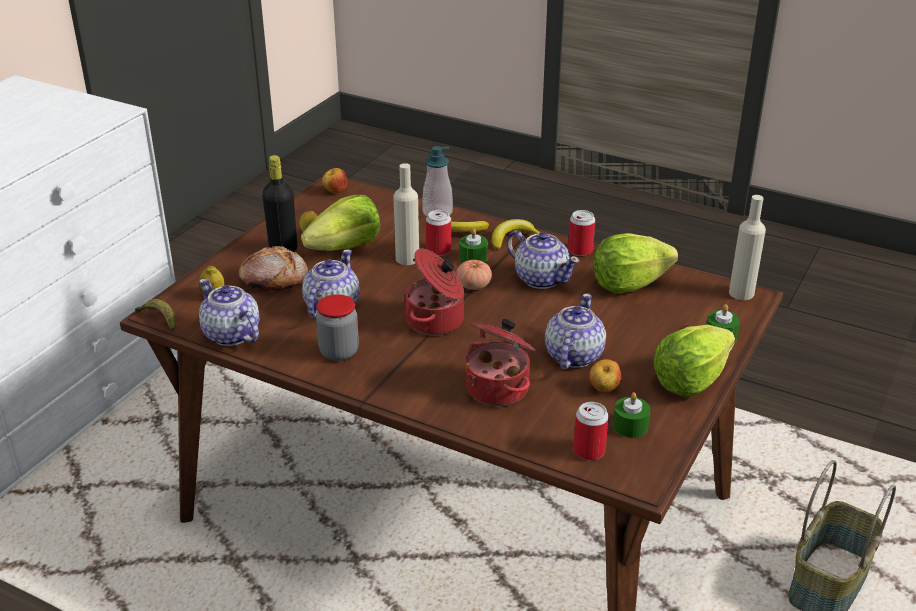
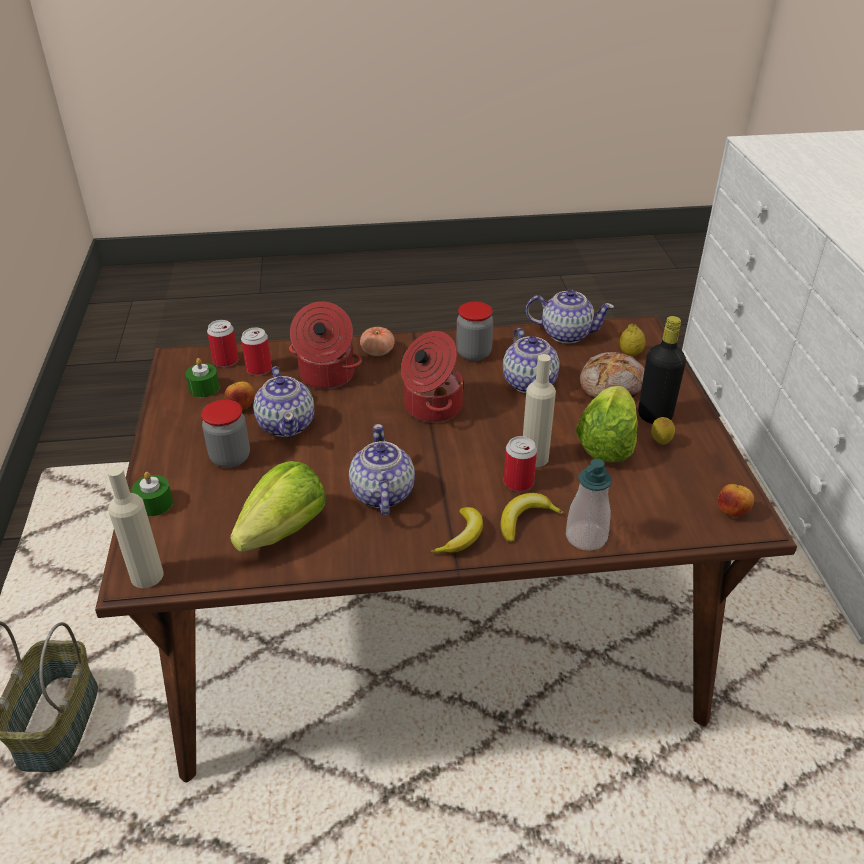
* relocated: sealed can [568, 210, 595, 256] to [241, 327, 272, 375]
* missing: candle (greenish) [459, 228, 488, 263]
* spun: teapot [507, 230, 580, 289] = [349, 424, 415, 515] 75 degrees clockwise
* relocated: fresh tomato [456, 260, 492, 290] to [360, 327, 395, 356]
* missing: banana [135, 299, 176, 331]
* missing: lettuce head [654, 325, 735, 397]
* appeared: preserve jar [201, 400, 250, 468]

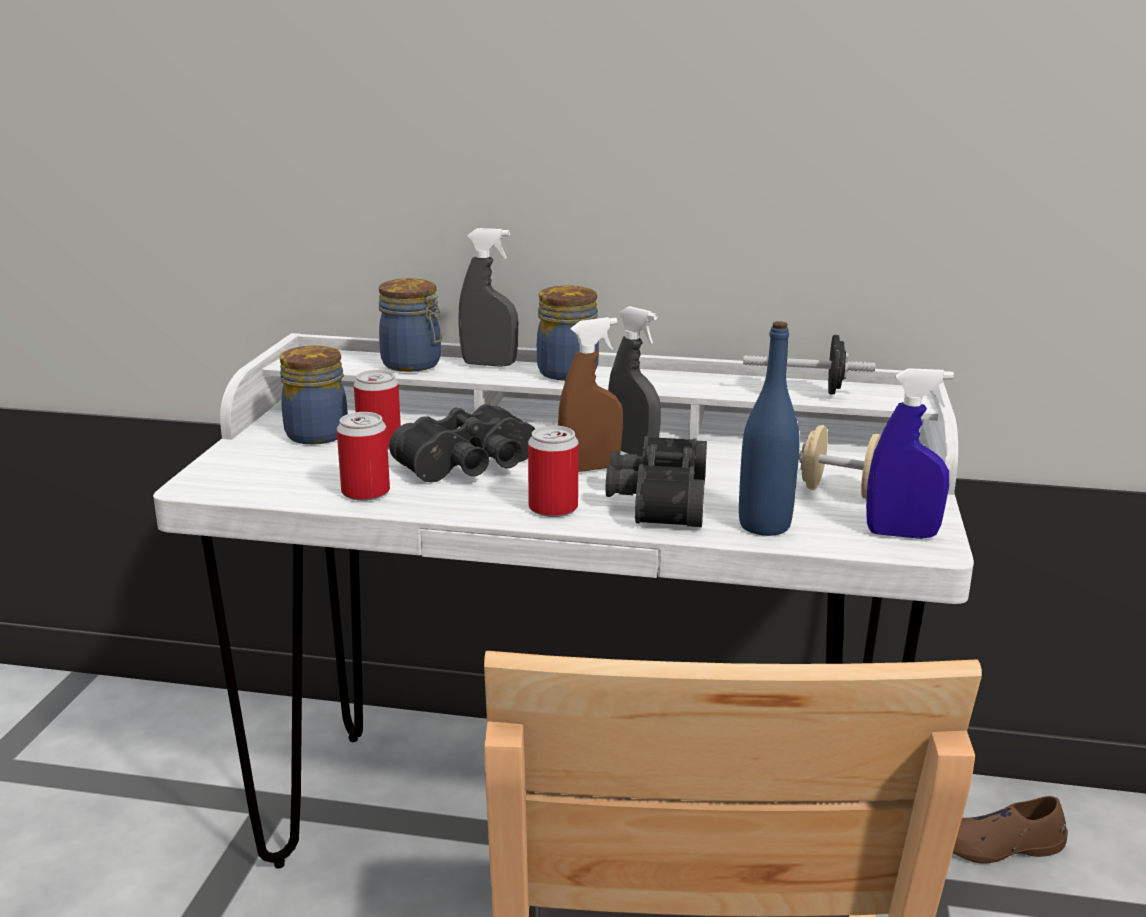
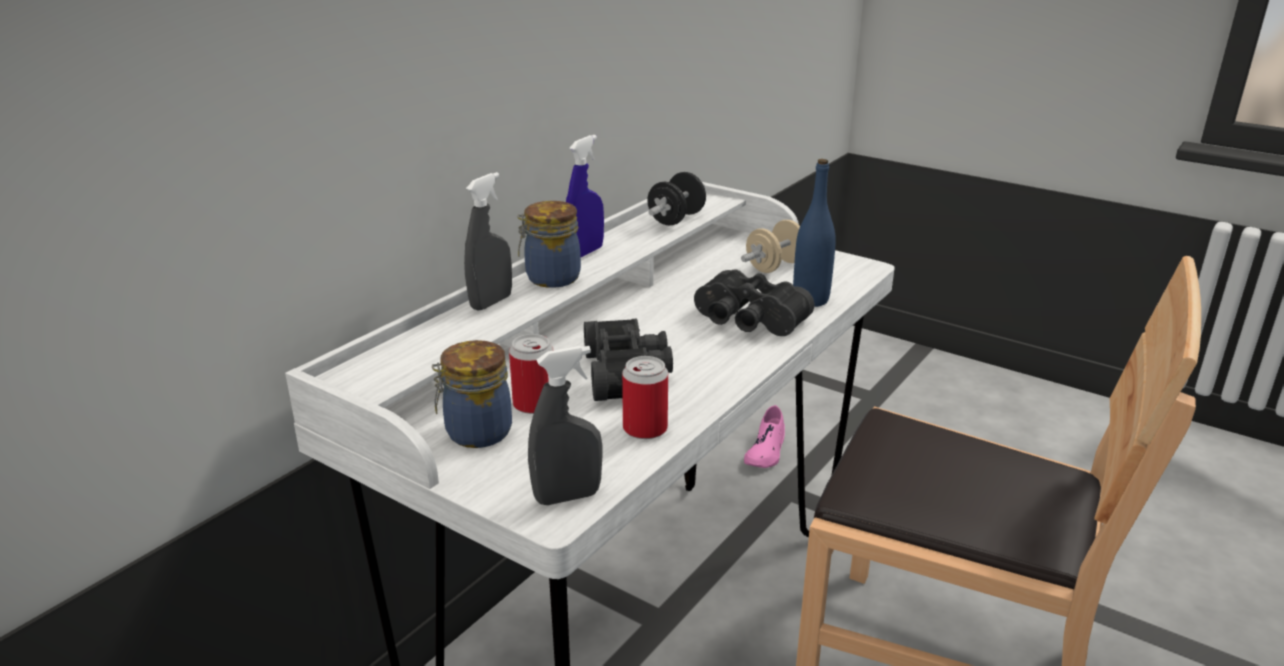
* missing: preserve jar [379, 278, 442, 372]
* relocated: spray bottle (greyish) [608, 306, 661, 456] to [528, 346, 602, 505]
* missing: spray bottle (brown-coloured) [558, 317, 623, 472]
* relocated: spray bottle (blue-coloured) [866, 368, 954, 539] to [566, 135, 604, 257]
* missing: sealed can [528, 425, 579, 517]
* colour: item of footwear (brown-coloured) [953, 796, 1068, 864] to item of footwear (pink-coloured) [744, 405, 785, 468]

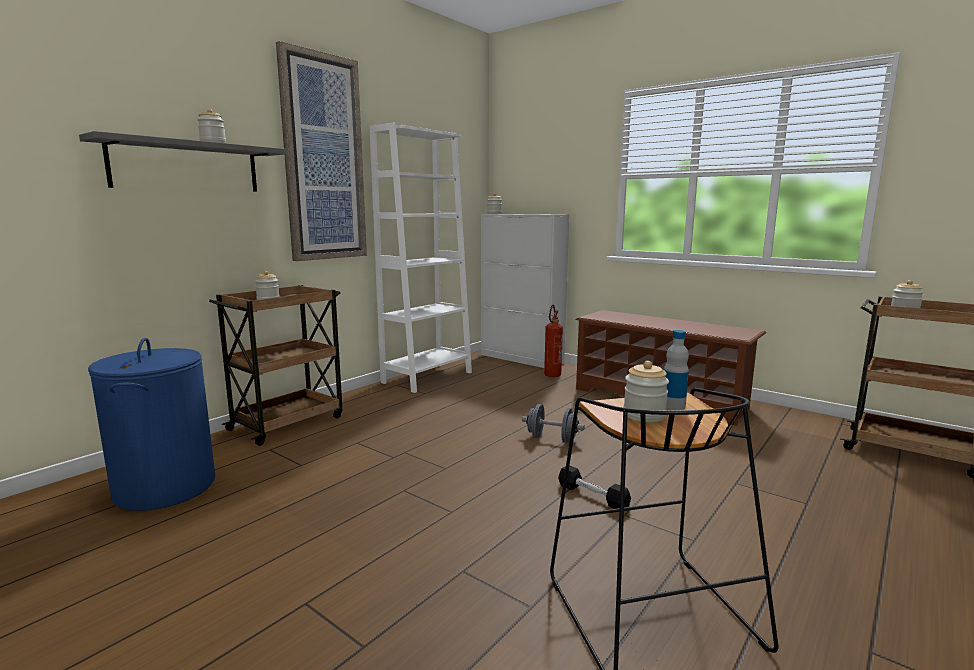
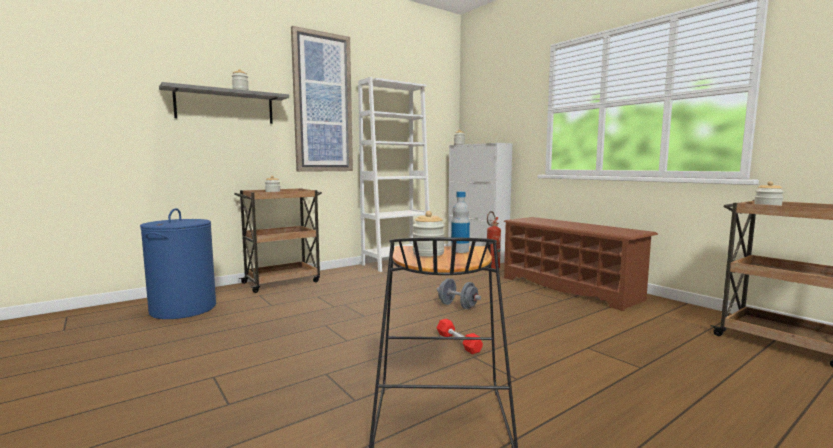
* colour: dumbbell (blackish) [558, 466, 631, 509] to dumbbell (red) [437, 319, 483, 354]

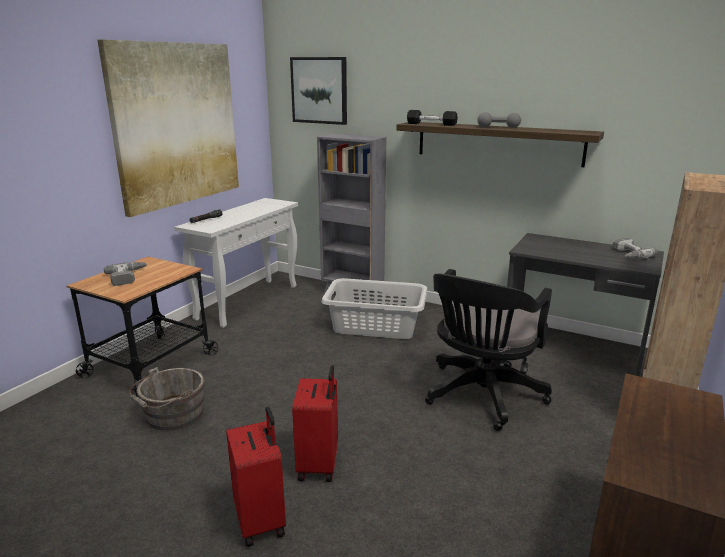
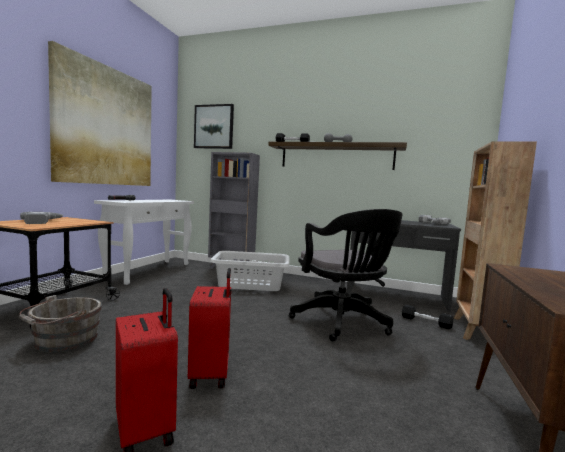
* spun: computer chair (blackish) [425, 269, 552, 431] = [289, 209, 402, 342] 45 degrees counterclockwise
* appeared: dumbbell (blackish) [402, 305, 454, 329]

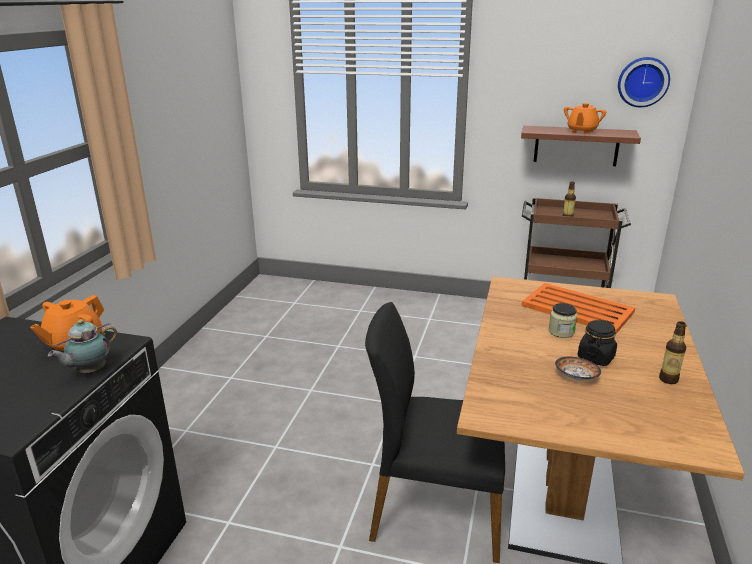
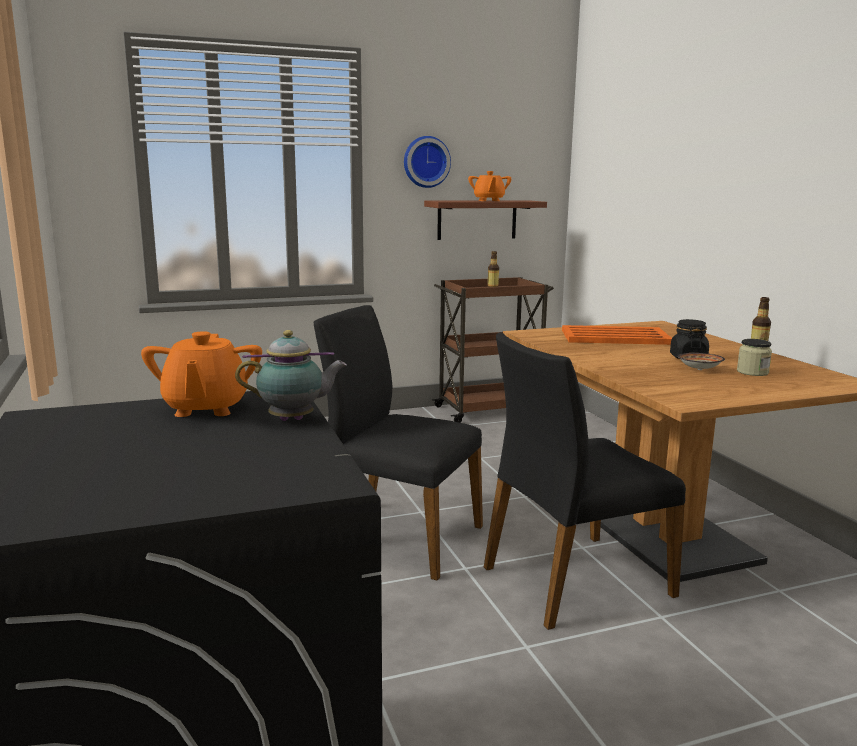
* relocated: clock on the wall [618, 57, 670, 107] to [404, 136, 451, 188]
* relocated: preserve jar [549, 303, 577, 338] to [737, 339, 772, 376]
* spun: teapot [48, 319, 117, 373] = [235, 330, 347, 421] 105 degrees counterclockwise
* appeared: upright chair (blackish) [314, 305, 483, 581]

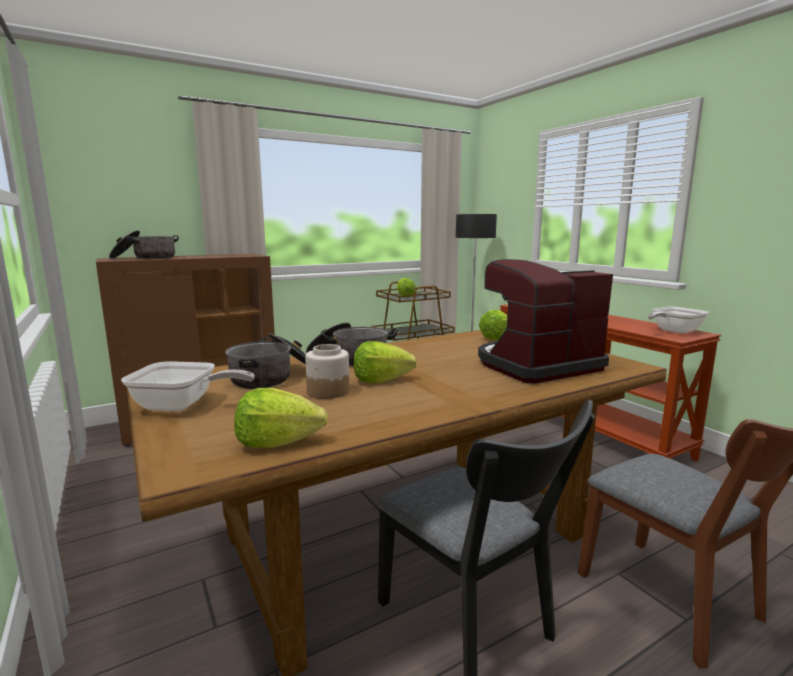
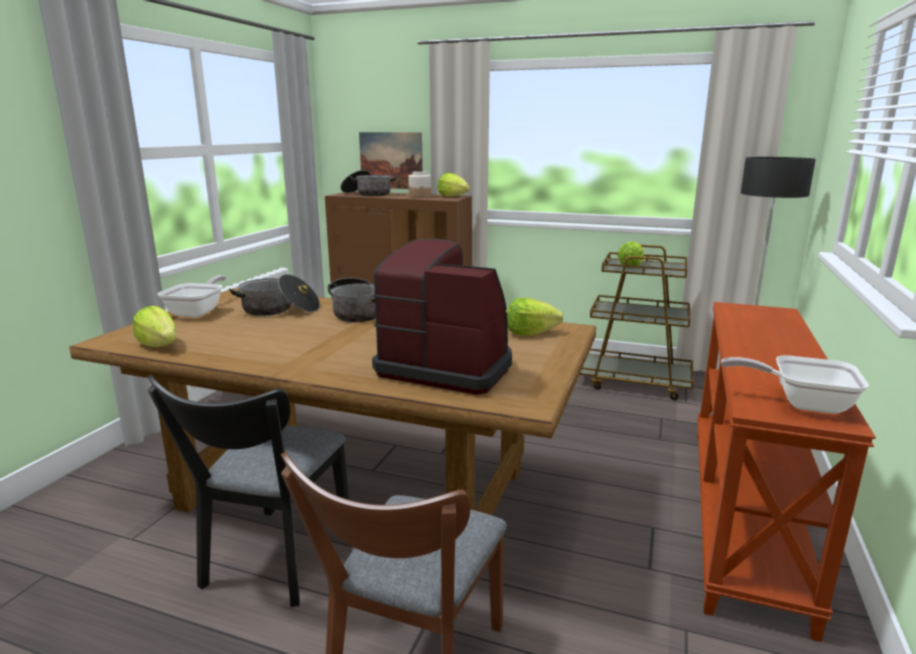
* relocated: lettuce head [354, 341, 417, 383] to [438, 173, 470, 197]
* relocated: preserve jar [305, 344, 349, 399] to [408, 171, 431, 198]
* spun: pan [121, 361, 255, 412] = [158, 275, 226, 317] 135 degrees counterclockwise
* appeared: wall picture [359, 132, 423, 189]

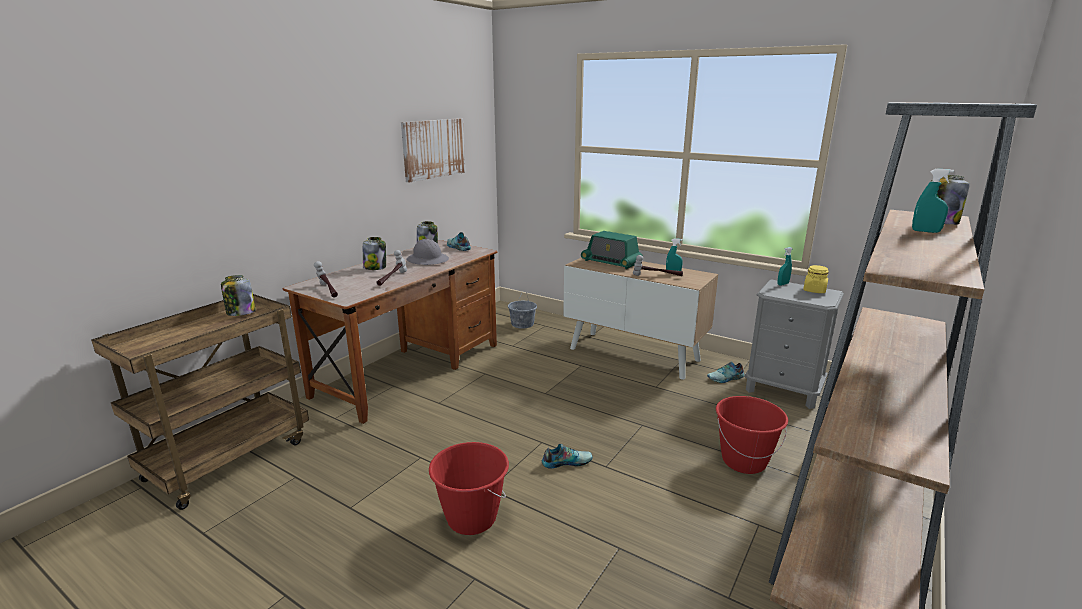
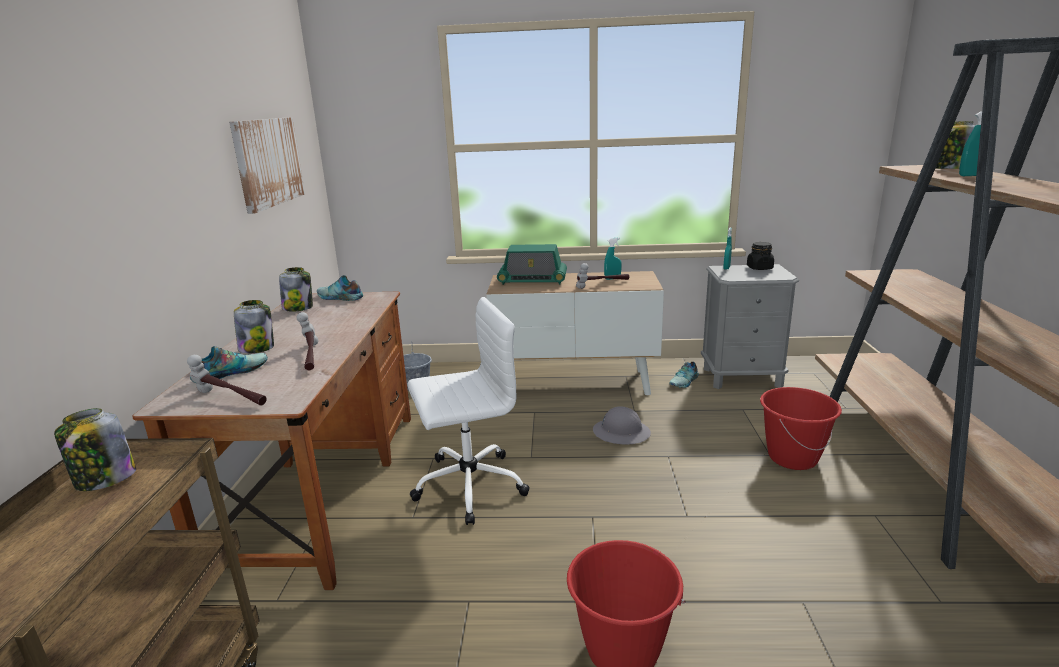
* relocated: hard hat (greyish) [406, 239, 449, 265] to [593, 407, 651, 444]
* colour: preserve jar (yellow) [803, 265, 829, 293] to preserve jar (blackish) [747, 242, 774, 270]
* relocated: item of footwear [542, 444, 593, 469] to [190, 346, 268, 383]
* appeared: computer chair (white) [408, 297, 530, 525]

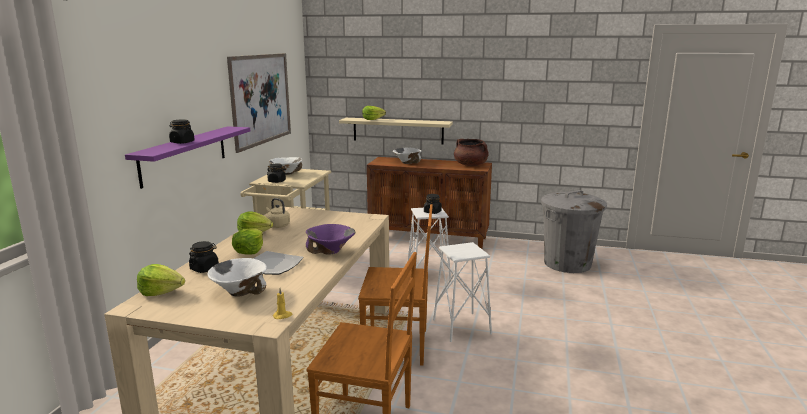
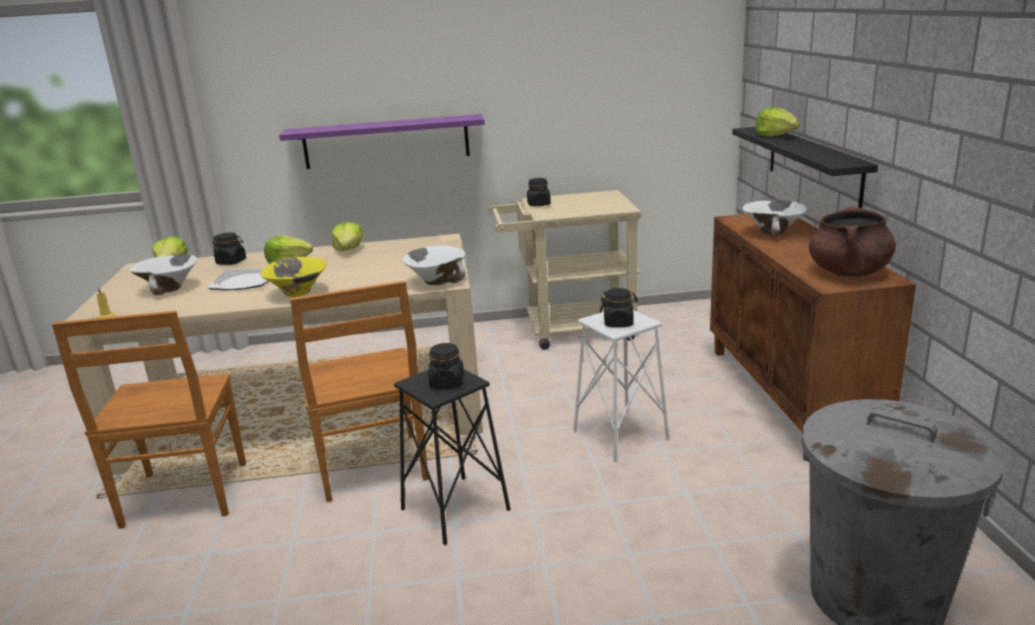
* missing: wall picture [227, 53, 291, 153]
* colour: shelf (sand-coloured) [339, 118, 453, 145] to shelf (blackish) [732, 127, 878, 208]
* relocated: preserve jar (blackish) [169, 119, 195, 144] to [428, 343, 464, 389]
* relocated: serving bowl (white) [269, 157, 302, 175] to [402, 245, 465, 285]
* missing: water kettle (sand-coloured) [266, 198, 290, 228]
* colour: serving bowl (purplish) [306, 224, 355, 255] to serving bowl (yellow) [261, 257, 327, 297]
* colour: stool (white) [433, 242, 492, 342] to stool (blackish) [394, 369, 511, 545]

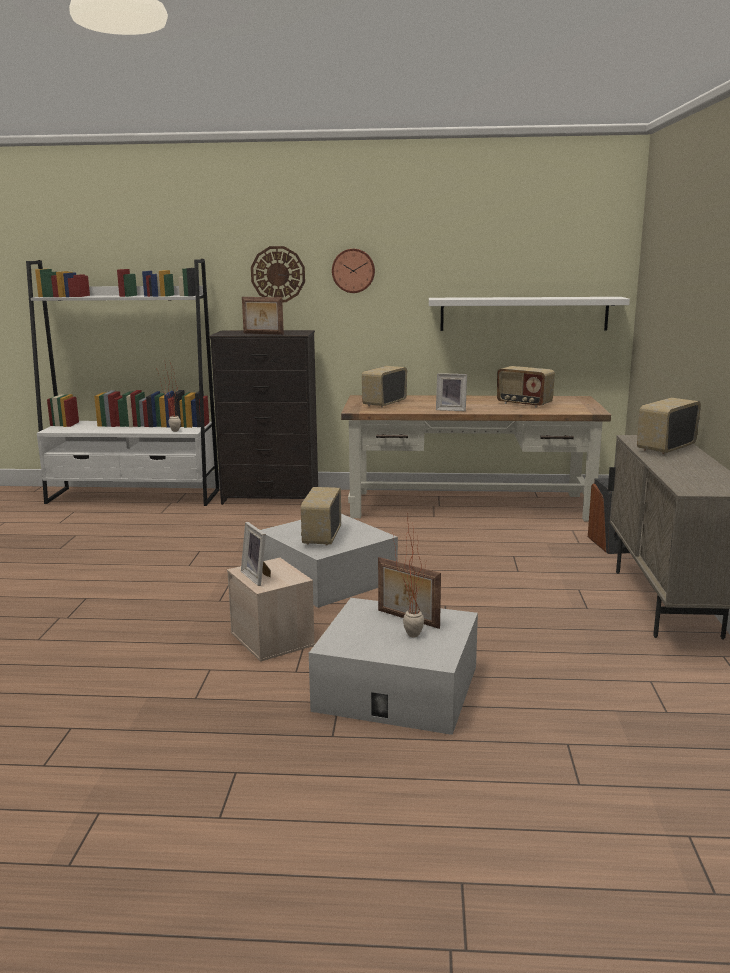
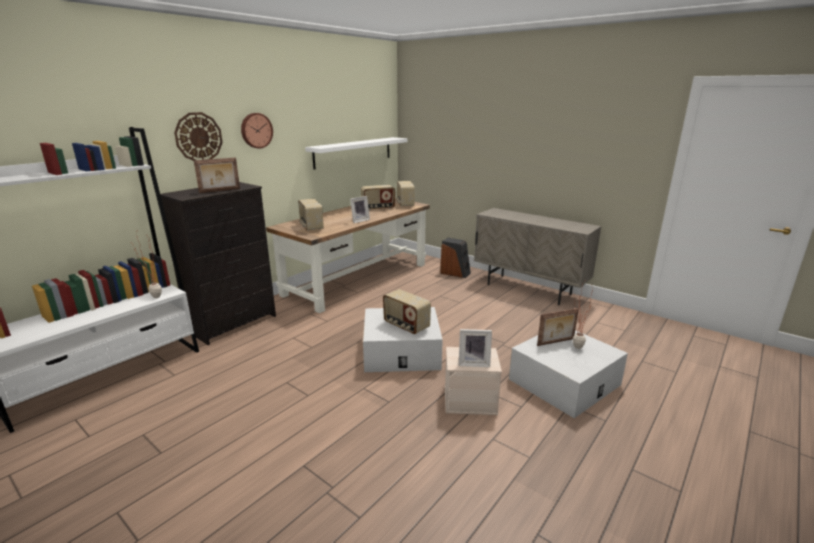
* relocated: radio [637, 398, 701, 454] to [396, 181, 415, 207]

